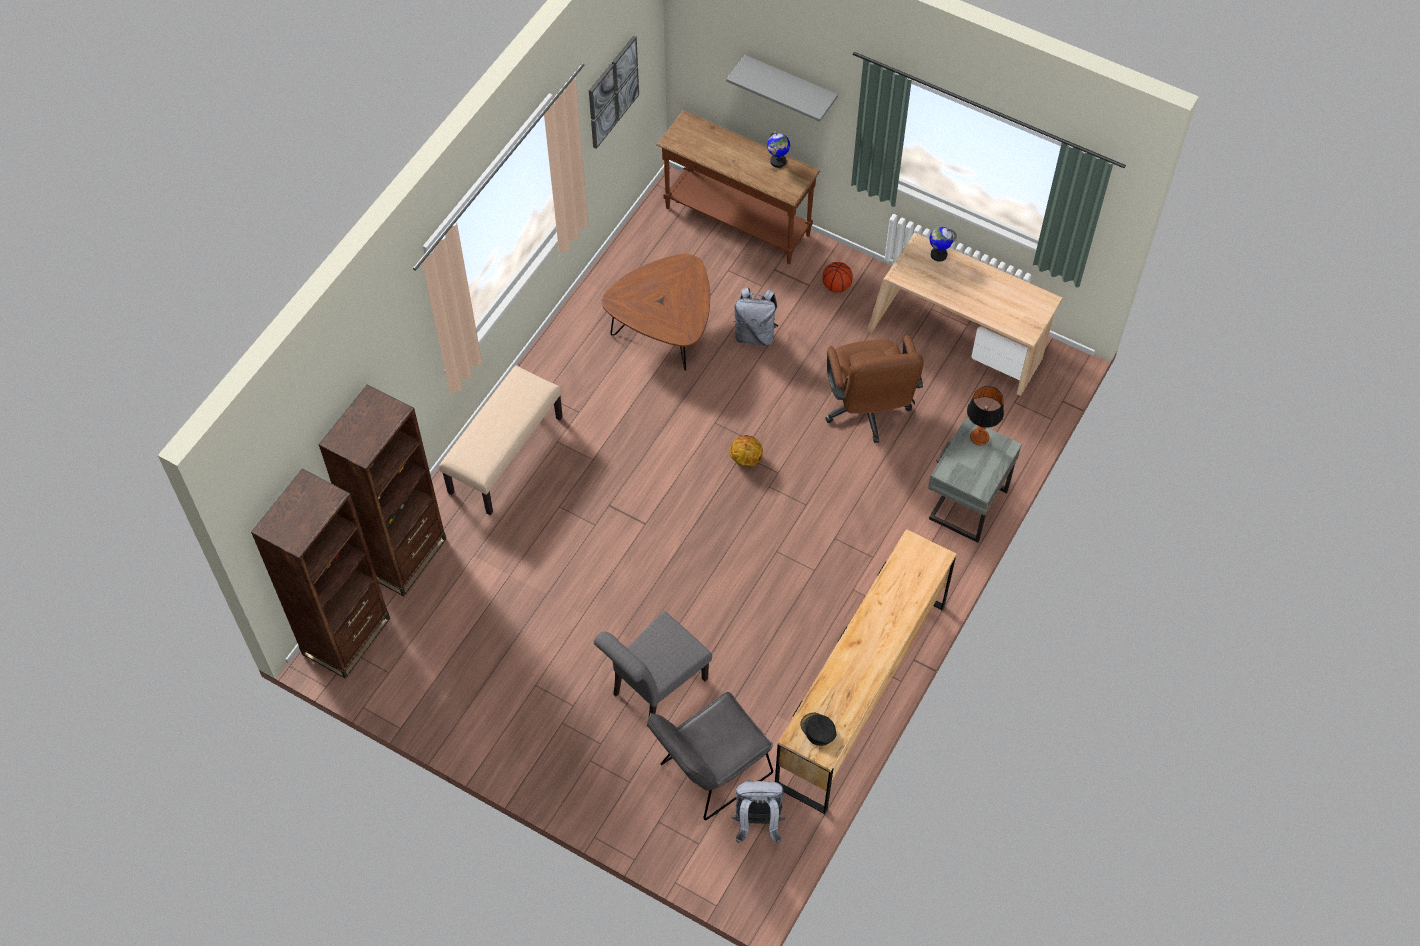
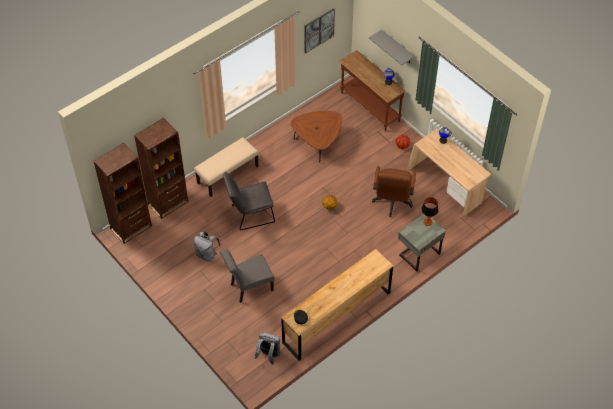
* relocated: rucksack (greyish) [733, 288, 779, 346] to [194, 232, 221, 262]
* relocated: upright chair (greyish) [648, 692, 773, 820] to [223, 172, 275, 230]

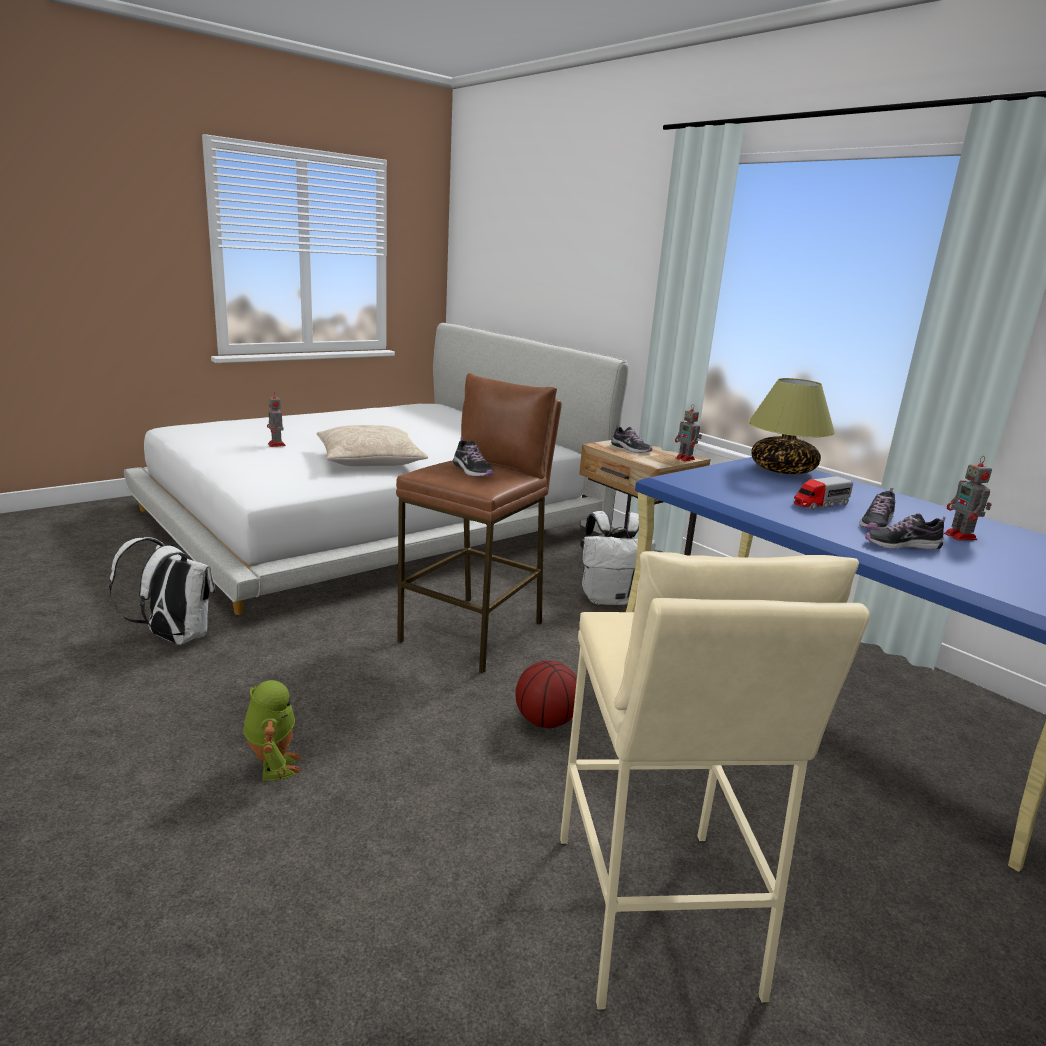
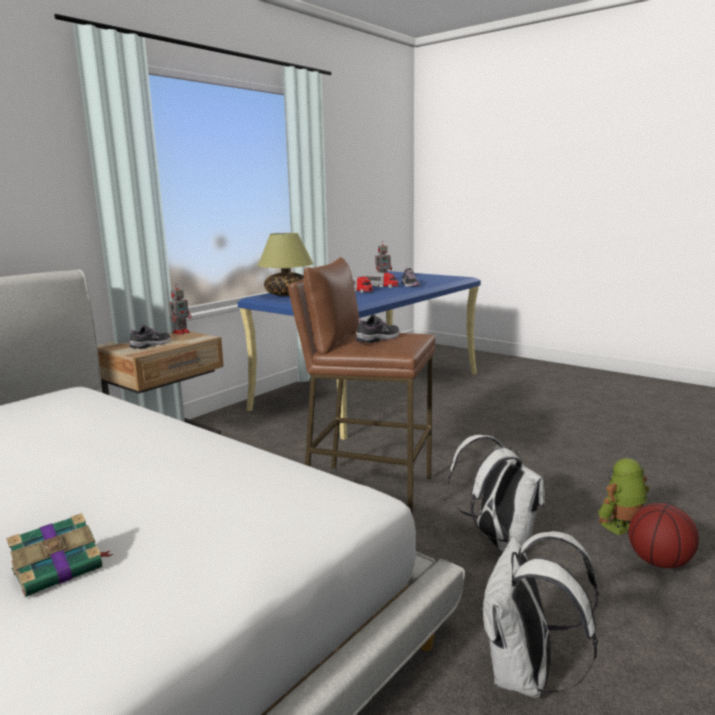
* exchanged: model robot [267, 392, 286, 447] to book [6, 513, 114, 597]
* missing: throw pillow (sand-coloured) [317, 425, 428, 466]
* exchanged: item of footwear [859, 488, 895, 530] to toy truck [362, 272, 399, 288]
* relocated: rucksack (white) [582, 511, 656, 605] to [448, 435, 545, 551]
* missing: stool (sand-coloured) [560, 551, 870, 1010]
* relocated: basketball ball [515, 661, 577, 728] to [628, 503, 699, 568]

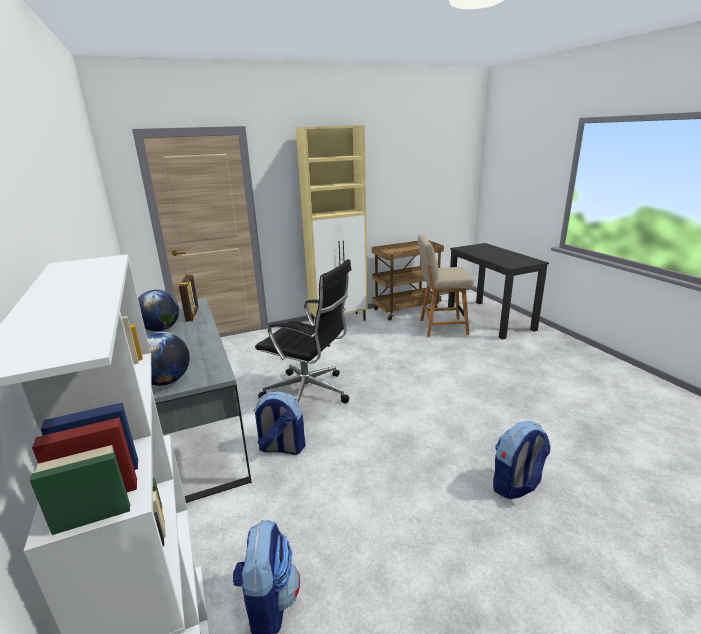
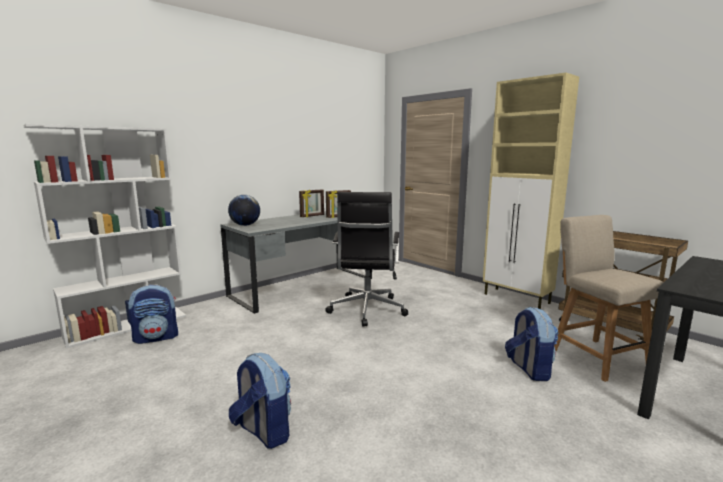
* exchanged: world globe [138, 289, 179, 331] to picture frame [299, 190, 324, 217]
* relocated: rucksack [254, 391, 306, 455] to [505, 307, 559, 381]

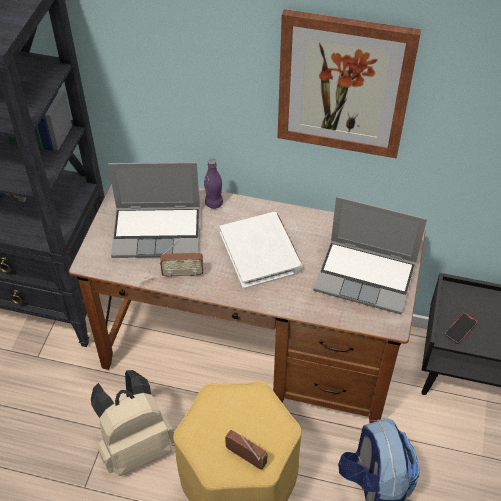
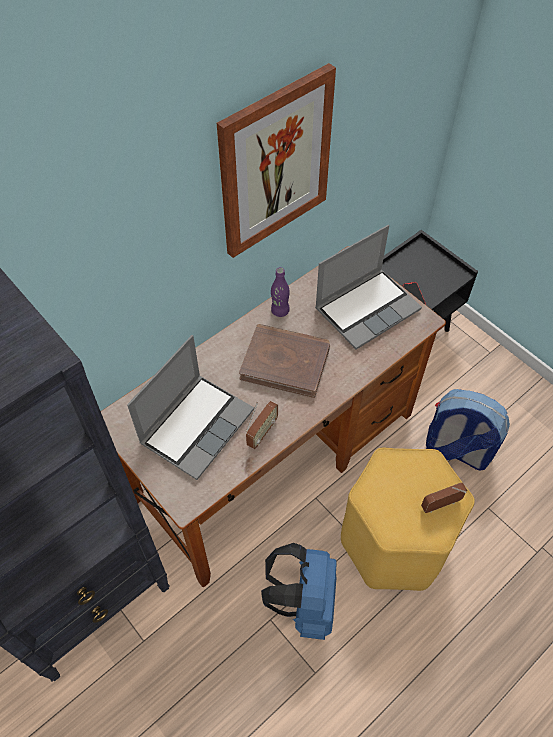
* relocated: beverage bottle (purplish) [204, 159, 223, 209] to [271, 267, 290, 317]
* colour: book (white) [219, 212, 303, 289] to book (brown-coloured) [239, 324, 330, 398]
* colour: rucksack (sand-coloured) [91, 370, 174, 476] to rucksack (blue-coloured) [261, 543, 337, 640]

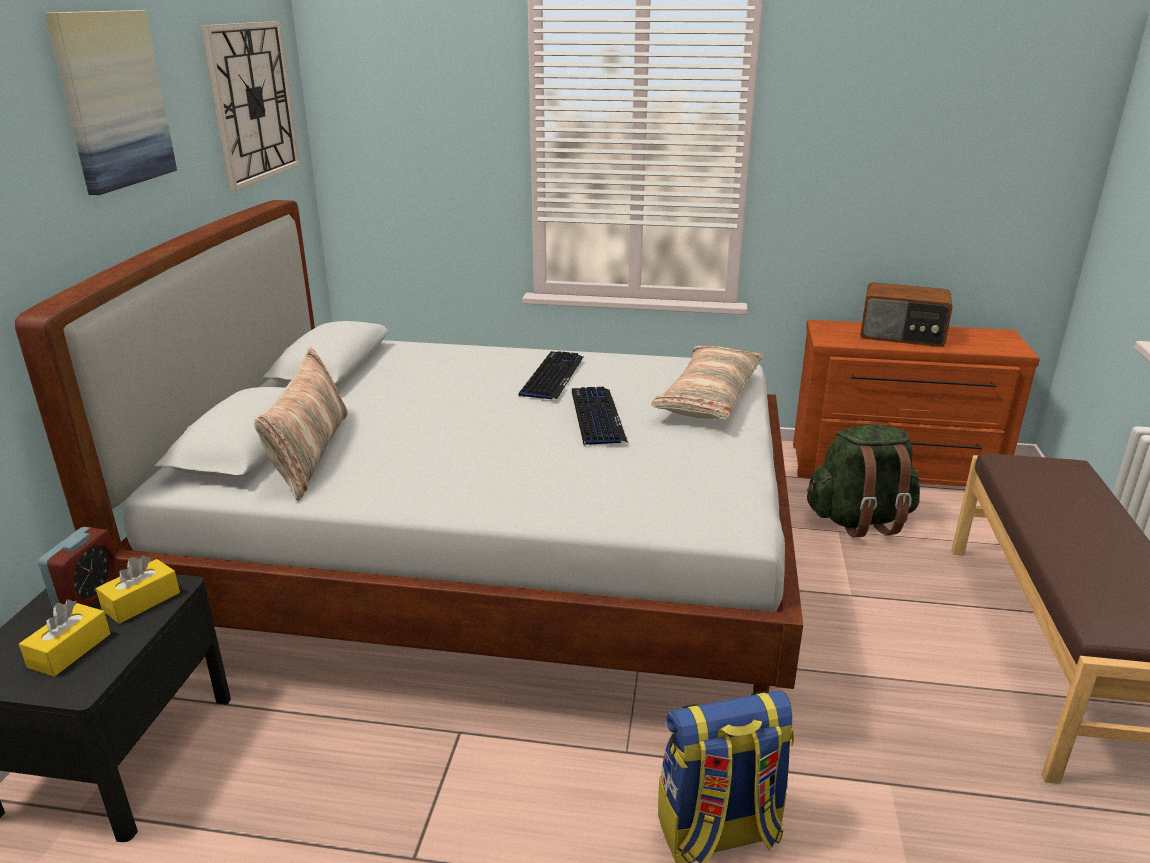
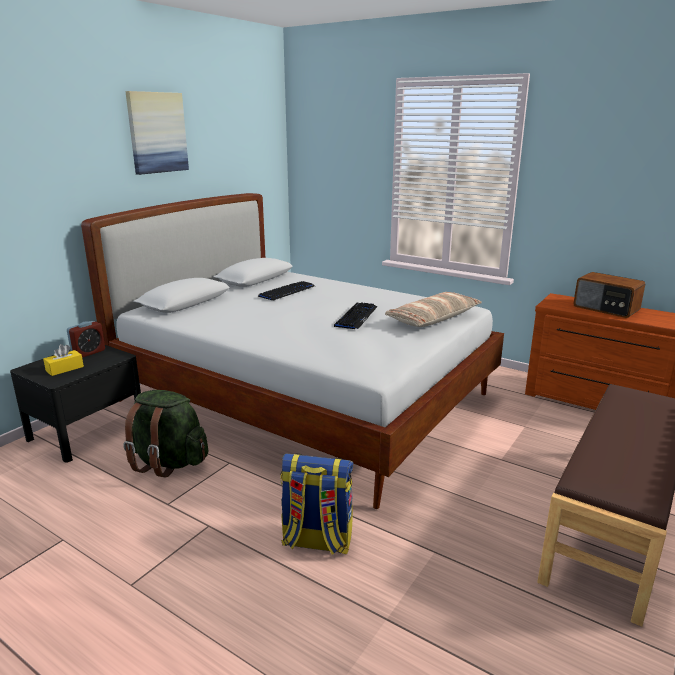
* missing: clock on the wall [201, 21, 300, 191]
* missing: throw pillow [254, 347, 348, 501]
* relocated: computer keyboard [519, 351, 583, 399] to [258, 281, 315, 301]
* relocated: rucksack (greenish) [807, 424, 920, 537] to [123, 390, 208, 477]
* missing: box of tissues (yellow) [96, 555, 180, 624]

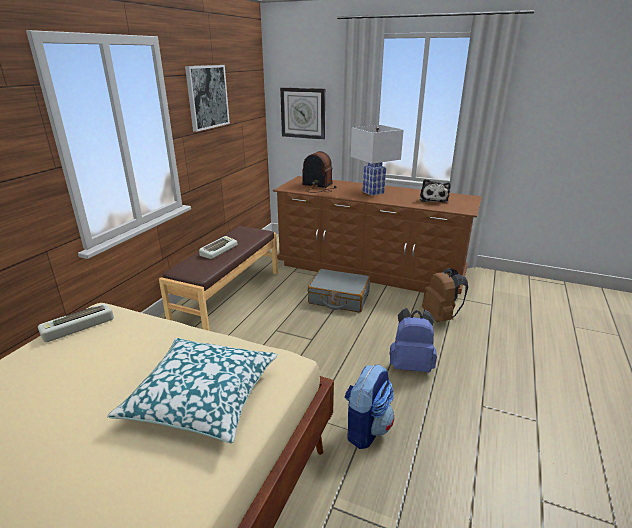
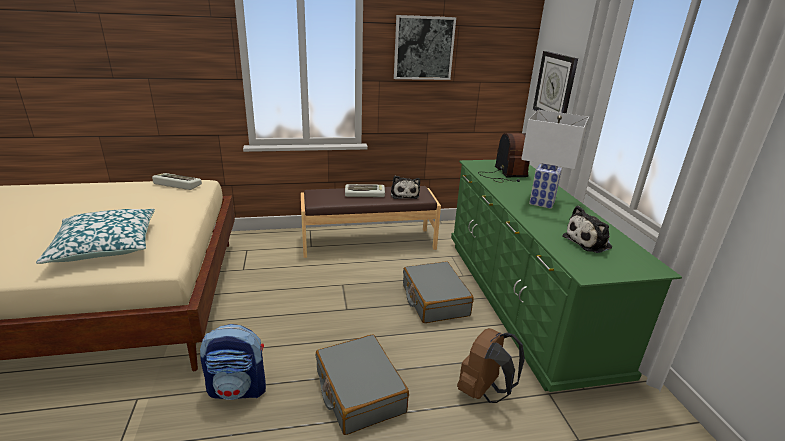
* colour: drawer chest (brown-coloured) [273, 176, 482, 294] to drawer chest (greenish) [451, 160, 682, 392]
* exchanged: rucksack (blue-coloured) [389, 308, 437, 372] to piece of luggage (greyish) [316, 334, 409, 435]
* appeared: plush toy [391, 176, 420, 199]

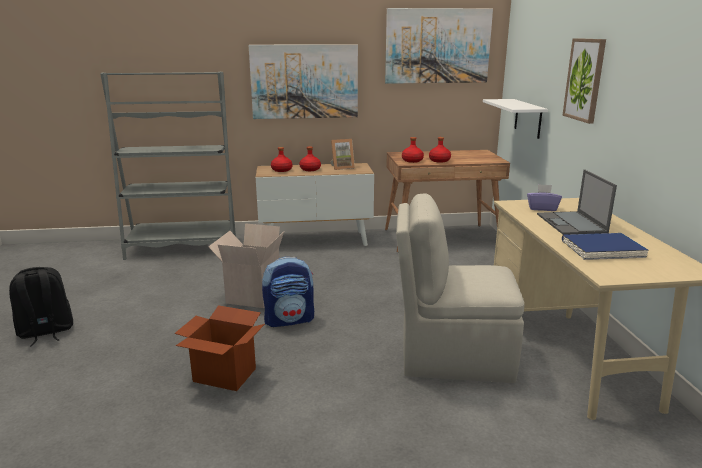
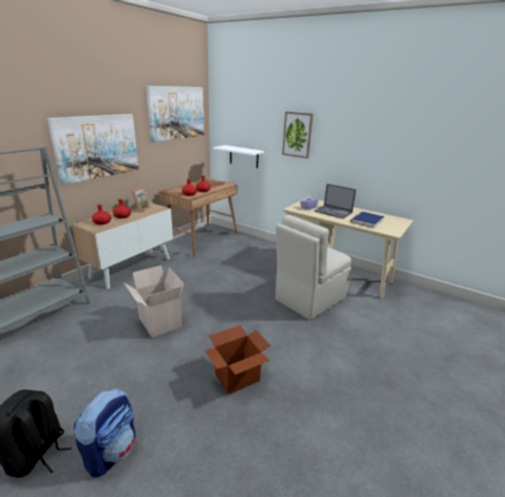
* relocated: rucksack [262, 257, 314, 327] to [74, 389, 135, 478]

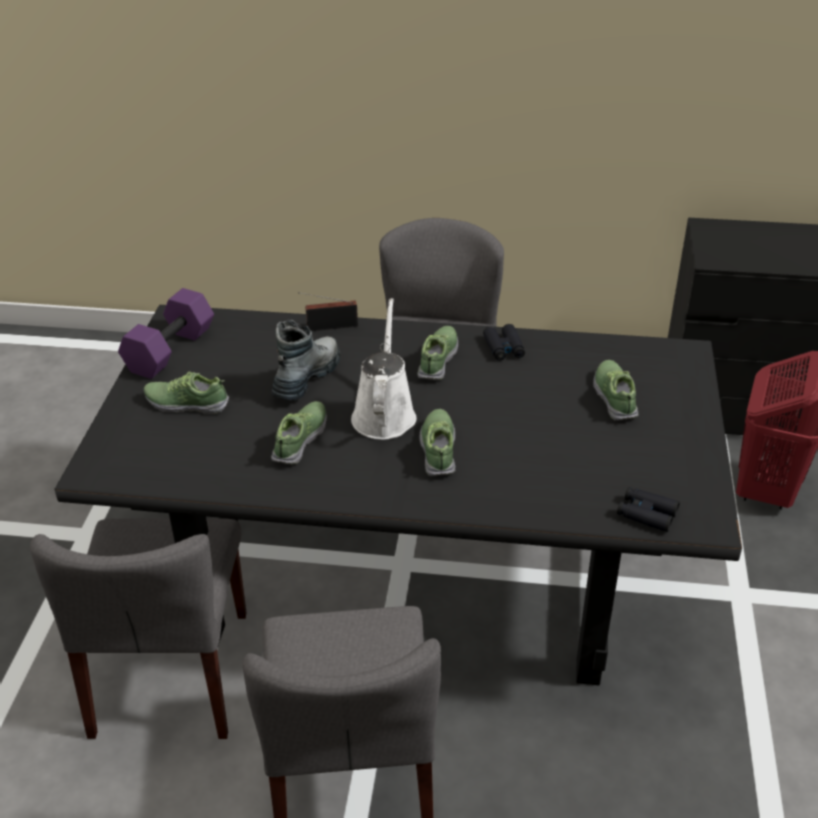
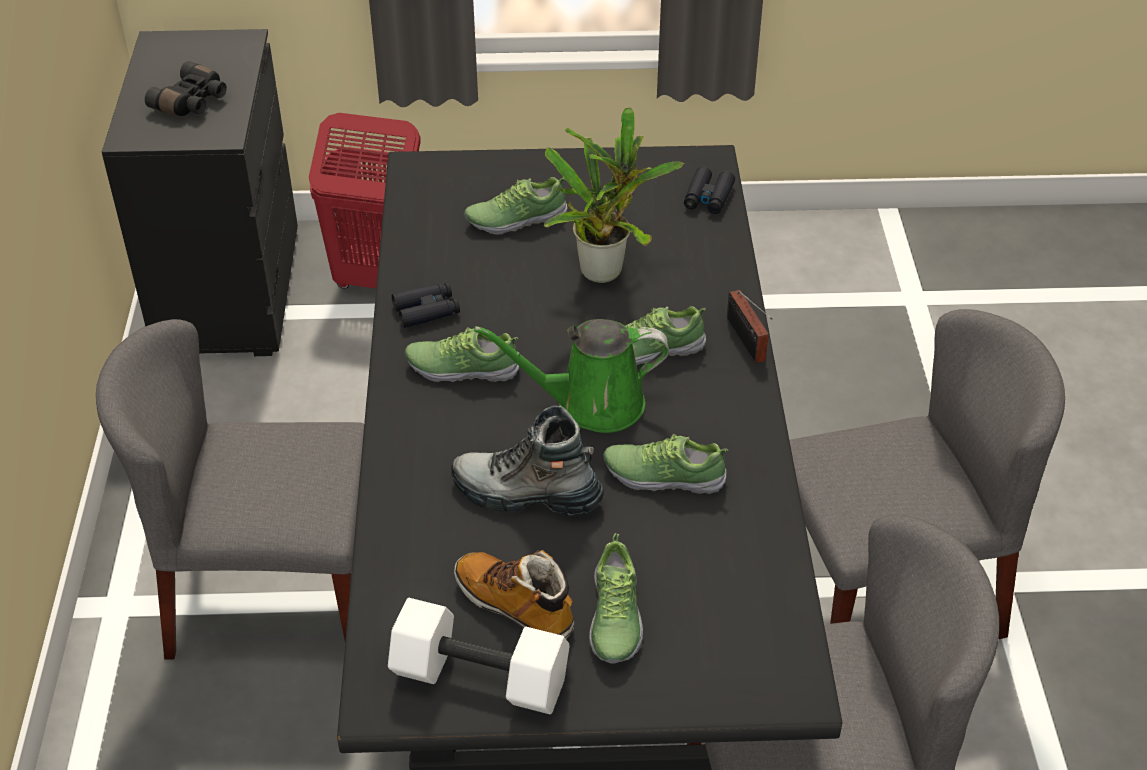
* colour: dumbbell (purplish) [118, 288, 214, 379] to dumbbell (white) [388, 598, 570, 714]
* relocated: radio [298, 292, 358, 331] to [727, 290, 772, 363]
* colour: watering pot (white) [351, 298, 416, 440] to watering pot (greenish) [474, 319, 669, 433]
* appeared: pair of binoculars (blackish) [145, 61, 227, 116]
* appeared: plant in a pot [544, 107, 684, 283]
* appeared: boot [454, 550, 574, 639]

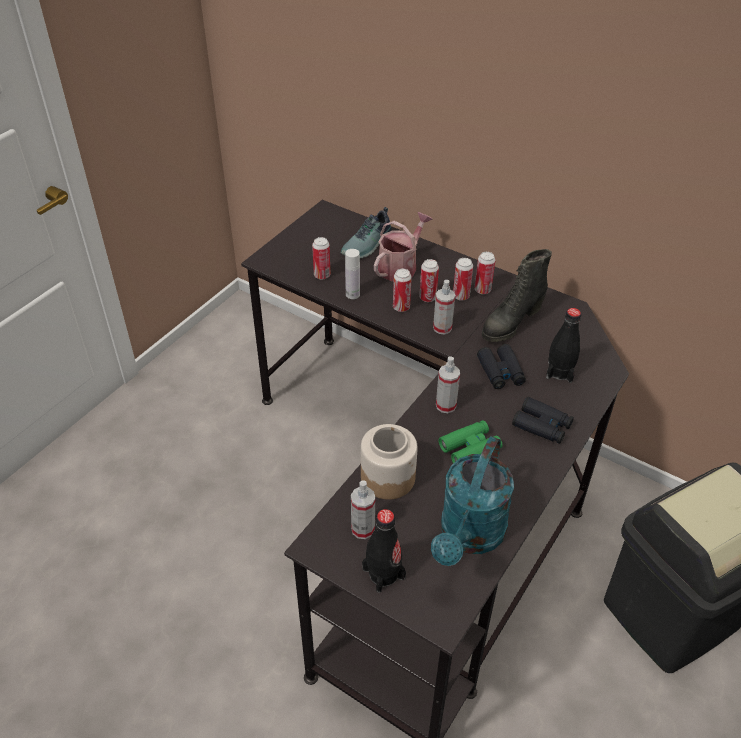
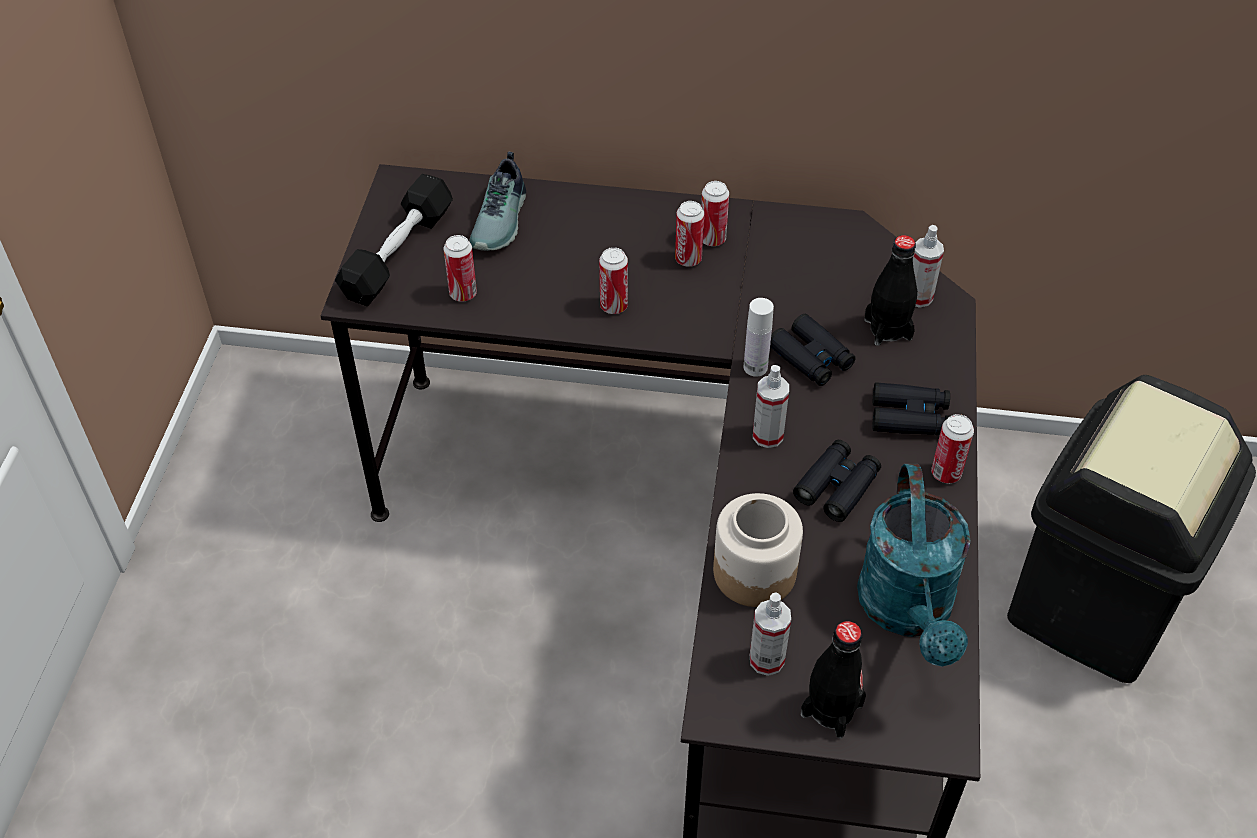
* missing: watering pot [374, 212, 432, 281]
* relocated: beverage bottle (white) [345, 249, 360, 299] to [744, 298, 774, 377]
* missing: boot (blackish) [482, 249, 552, 342]
* relocated: sealed can [419, 259, 439, 302] to [931, 414, 974, 483]
* relocated: spray bottle [433, 280, 455, 335] to [913, 225, 944, 308]
* colour: pair of binoculars (greenish) [439, 420, 503, 463] to pair of binoculars (blackish) [793, 440, 881, 522]
* appeared: dumbbell (blackish) [335, 174, 453, 306]

